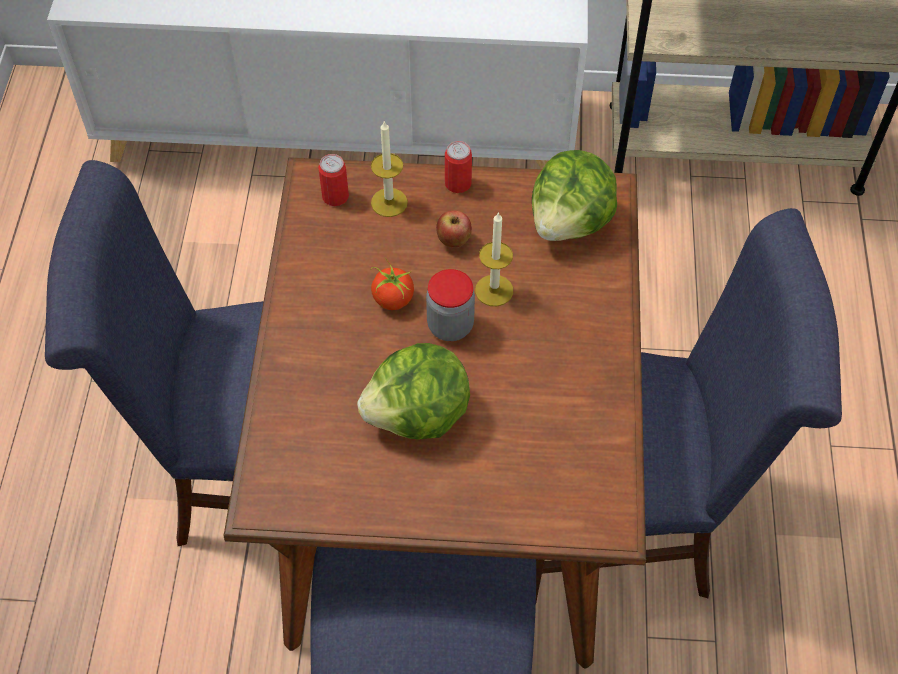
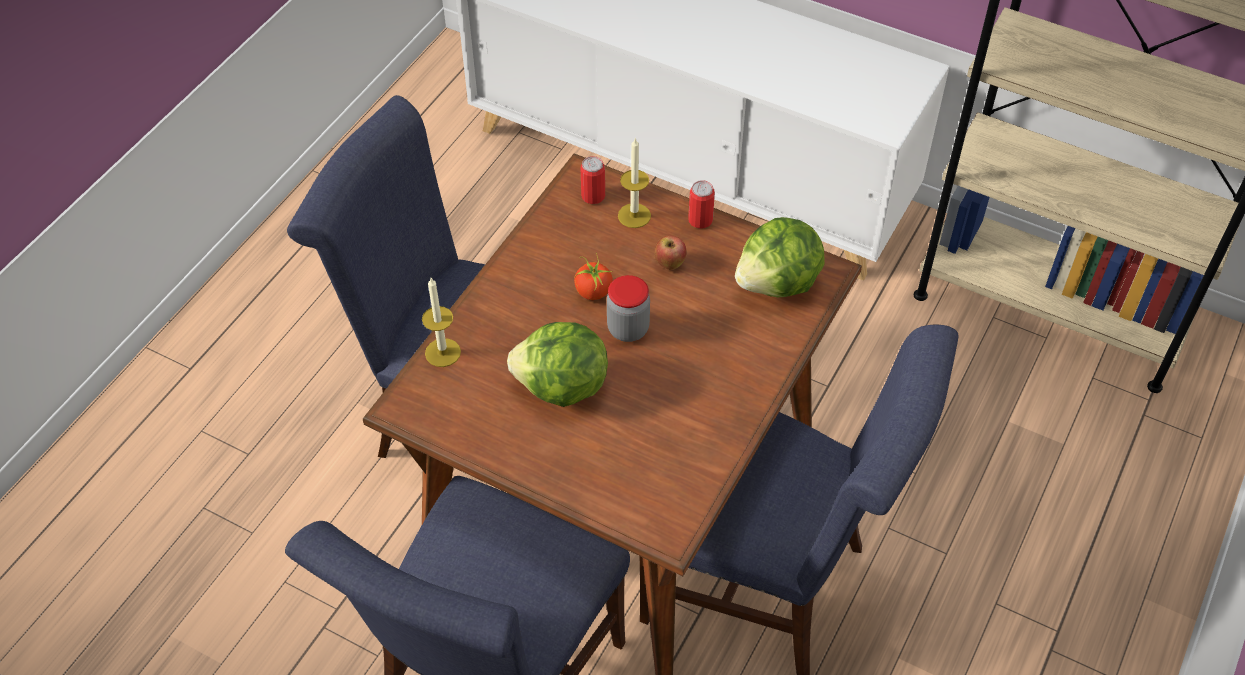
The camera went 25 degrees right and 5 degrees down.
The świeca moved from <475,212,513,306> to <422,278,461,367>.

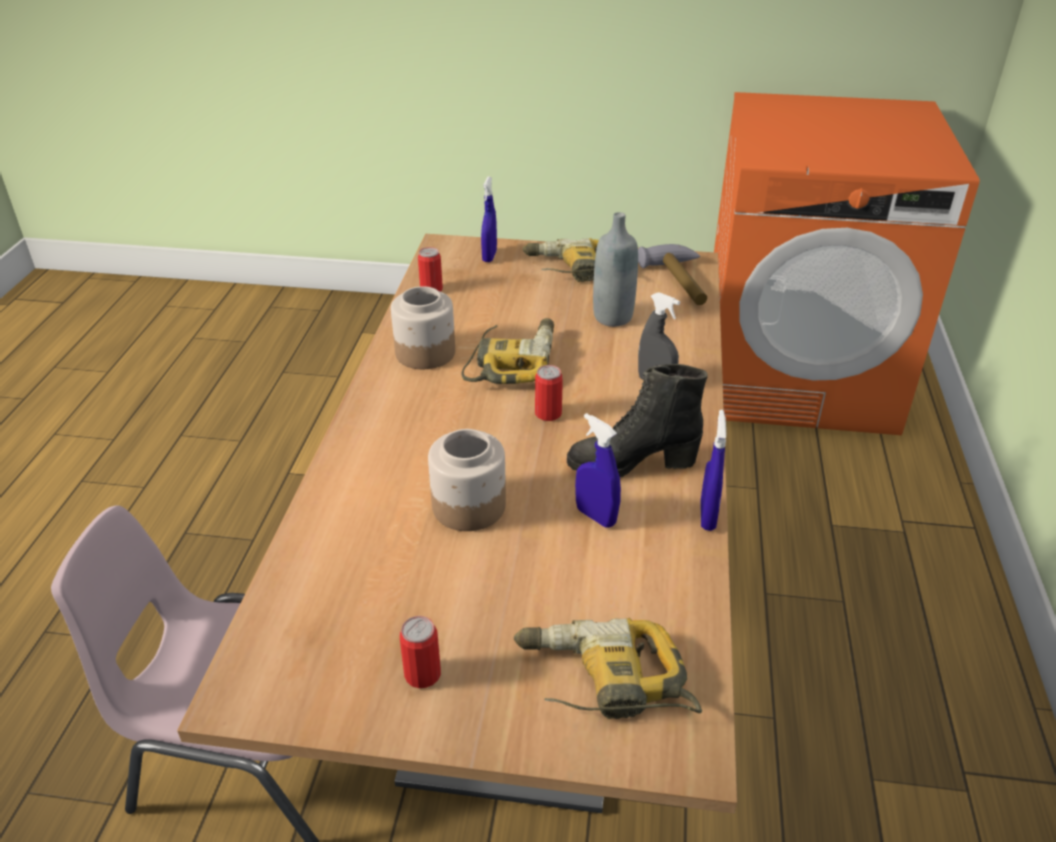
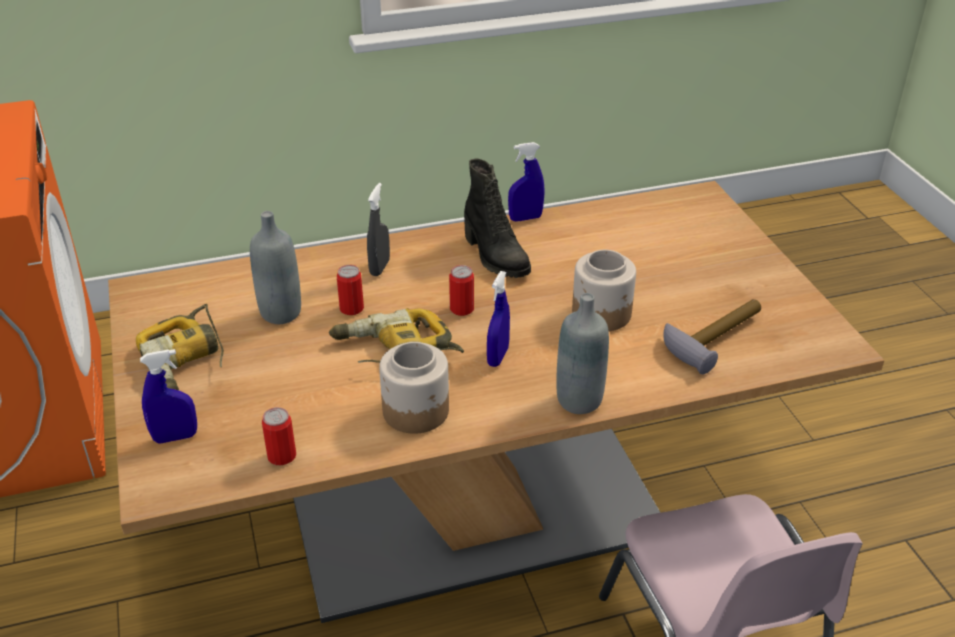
The camera went 115 degrees left and 0 degrees up.
The wiertarka at <514,618,702,719> disappeared.
The butelka (szary) at <556,293,609,414> appeared.
The puszka moved from <400,616,441,688> to <337,265,364,315>.
The spryskiwacz (niebieski) moved from <575,413,621,528> to <487,271,510,367>.
The młotek moved from <638,244,707,305> to <663,299,761,374>.

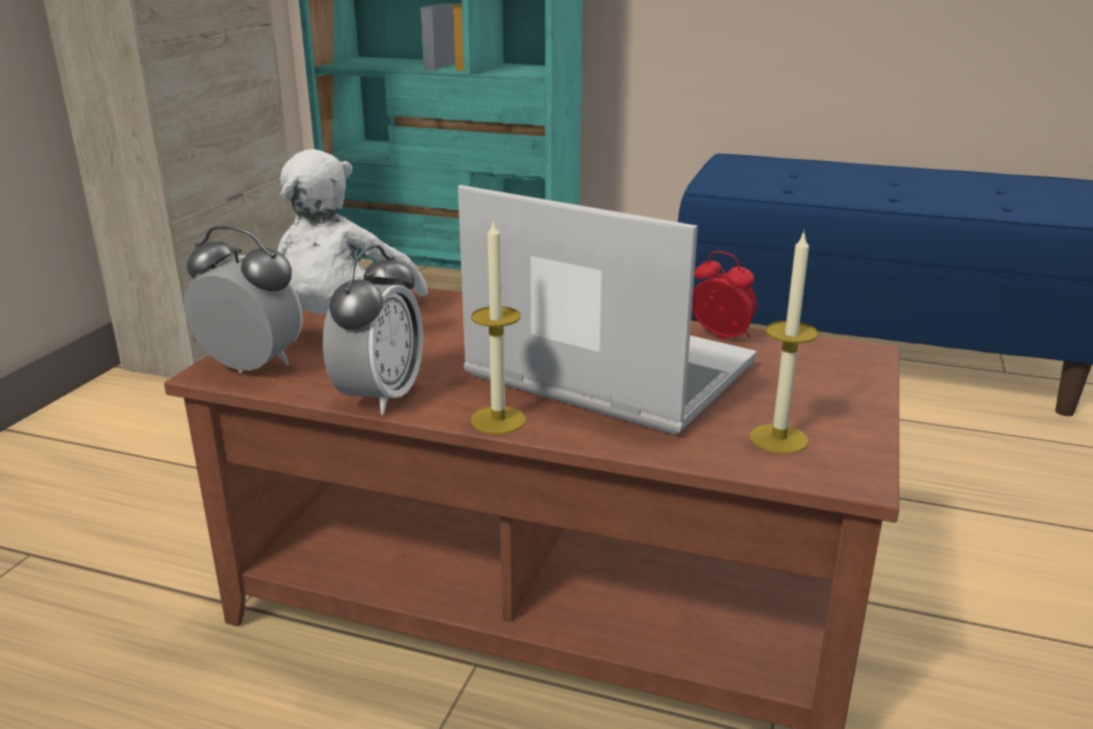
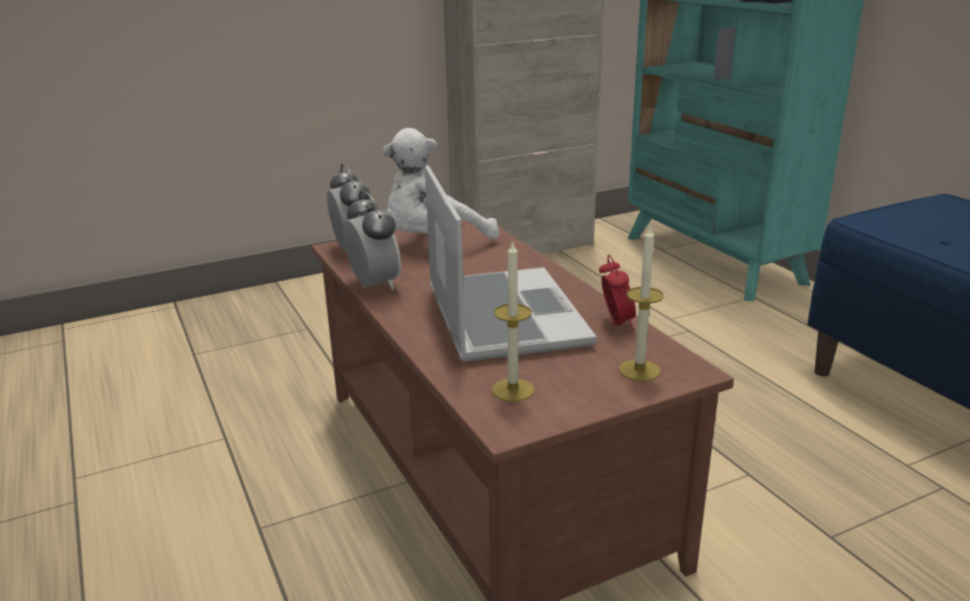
The camera went 45 degrees right and 0 degrees up.
The świeca moved from <471,218,526,434> to <619,227,664,381>.
The budzik at <323,245,423,415> turned 90 degrees counterclockwise.

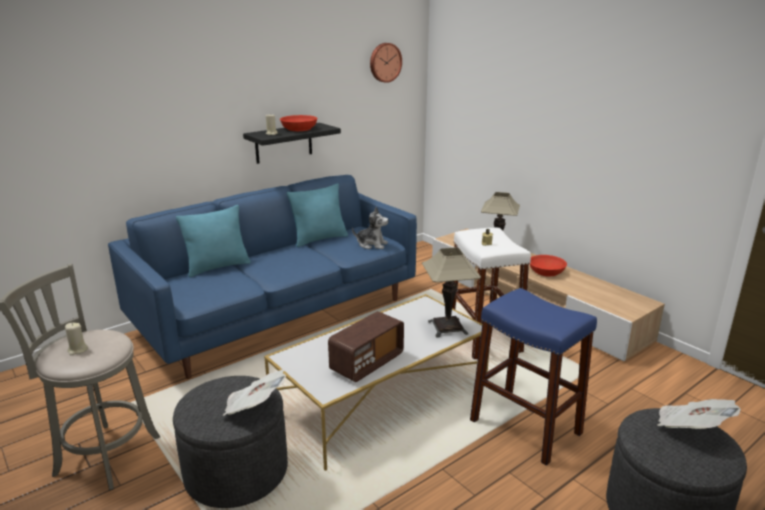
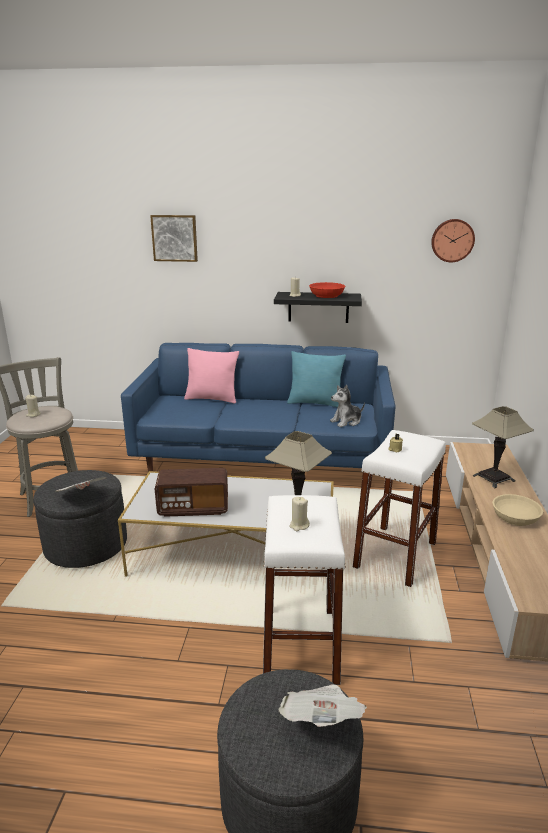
The camera went 45 degrees right and 0 degrees up.
The obraz at <150,215,198,262> appeared.
The świeca (beżowy) at <290,497,310,531> appeared.
The poduszka (turkusowy) at <176,205,251,277> became the poduszka (różowy) at <184,348,239,404>.
The stołek (niebieski) at <470,288,597,466> became the stołek (biały) at <263,495,346,685>.
The miska (czerwony) at <530,255,567,276> became the miska (beżowy) at <492,494,543,526>.
The pluszak at <352,207,389,249> turned 90 degrees clockwise.

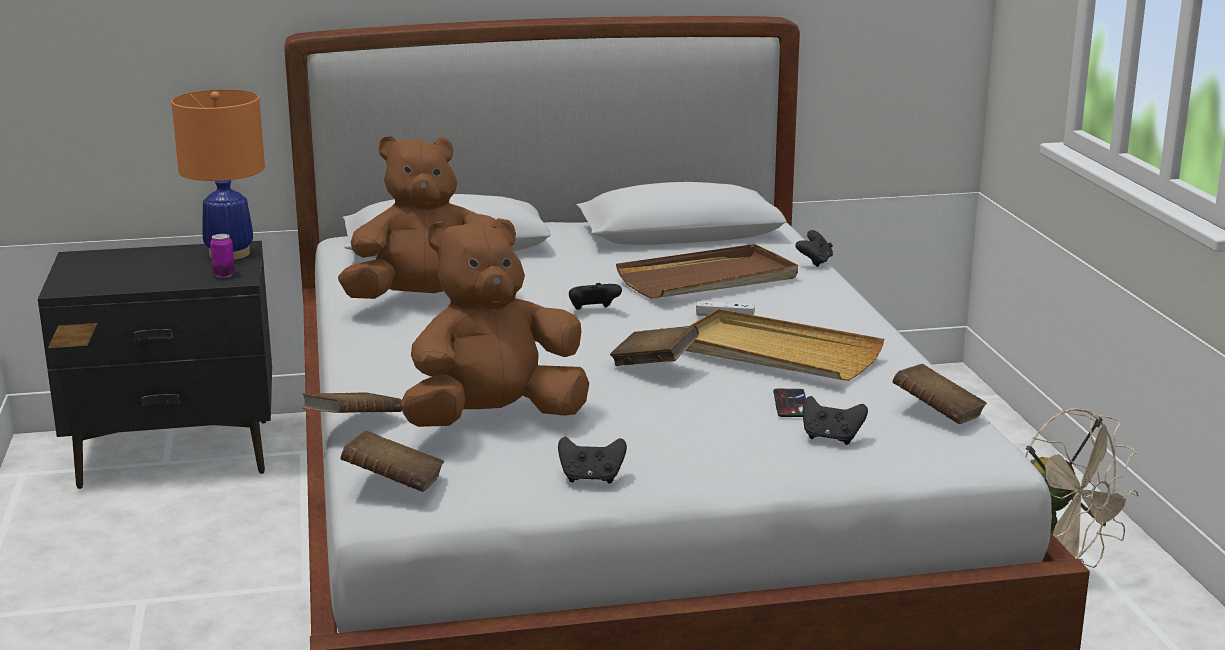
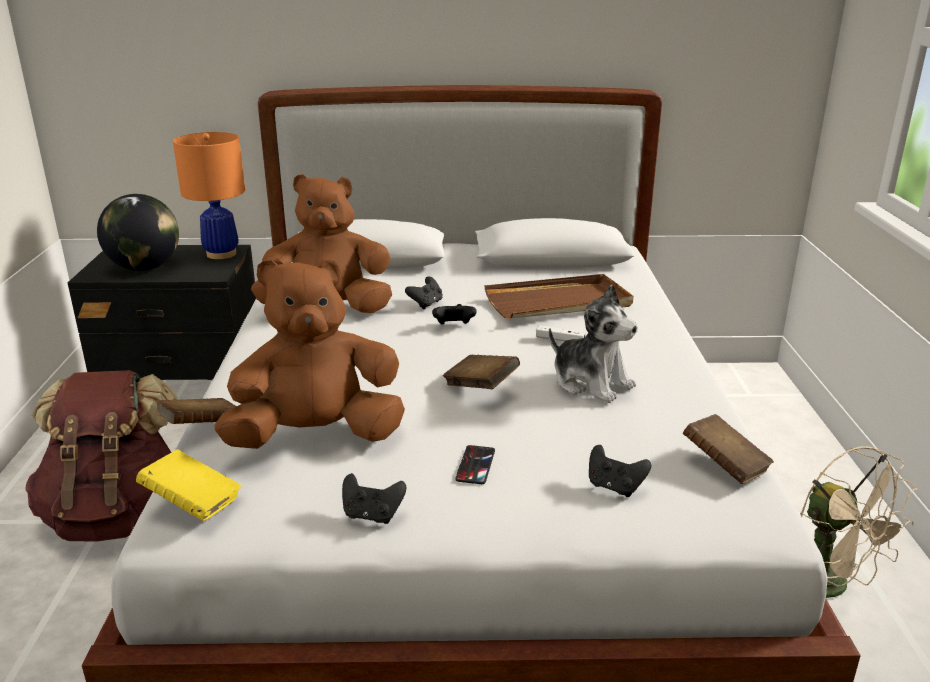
The camera went 10 degrees right and 5 degrees up.
The puszka at <210,234,235,278> disappeared.
The plecak (brązowy) at <25,370,178,541> appeared.
The globus at <97,194,179,271> appeared.
The telefon moved from <773,389,806,417> to <455,445,495,484>.
The pad do gier (czarny) moved from <795,230,833,267> to <405,277,443,309>.
The taca (beżowy) at <685,309,884,381> was replaced by the pluszak at <549,285,638,403>.
The książka (brązowy) at <340,430,444,492> became the książka (żółty) at <136,450,241,521>.

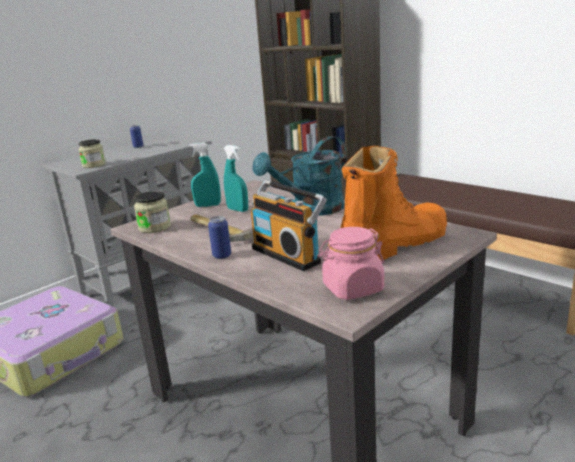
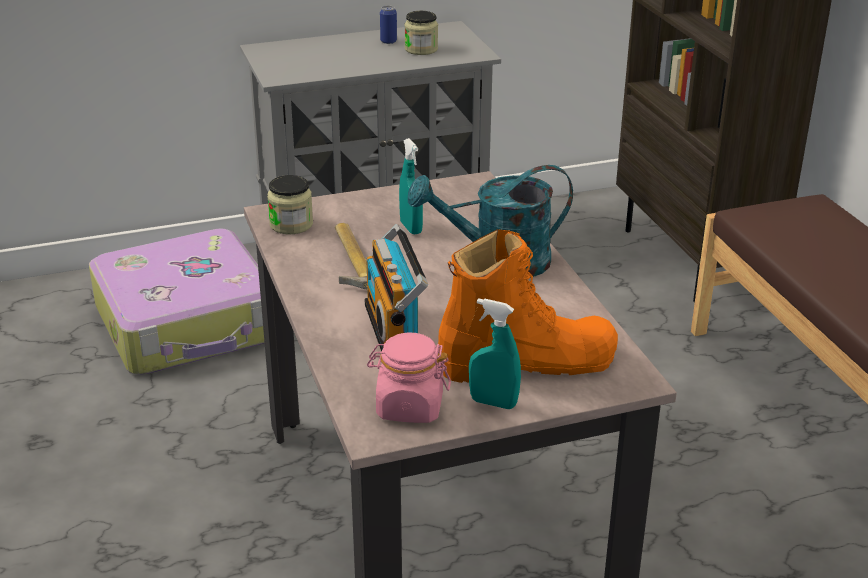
The camera went 25 degrees right and 10 degrees up.
The puszka at <208,216,231,259> disappeared.
The słoik moved from <78,139,106,168> to <404,11,438,55>.
The spryskiwacz (turkusowy) moved from <189,143,221,207> to <469,298,521,409>.

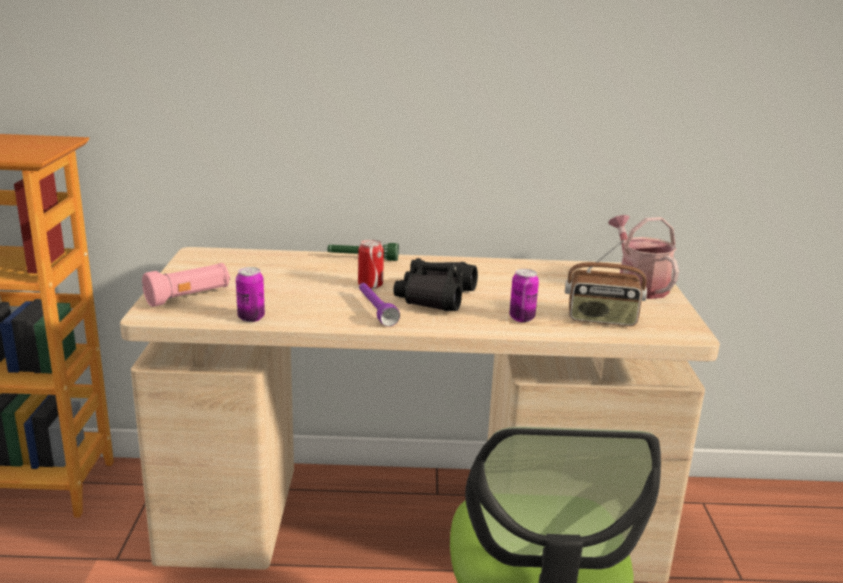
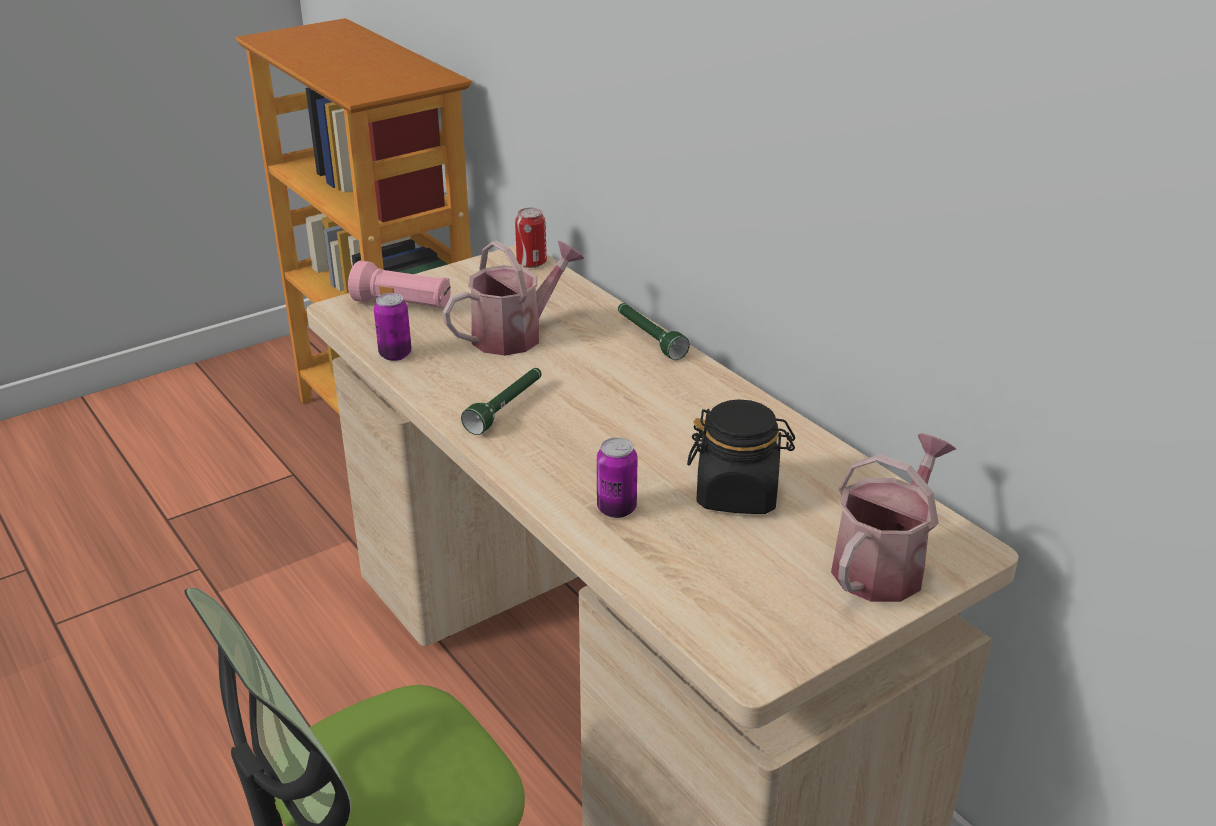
The camera went 55 degrees right and 10 degrees up.
The lornetka (czarny) at <393,258,478,311> disappeared.
The radio at <565,239,647,326> disappeared.
The konewka at <443,240,585,356> appeared.
The słoik (czarny) at <687,399,795,514> appeared.
The puszka moved from <358,239,384,289> to <515,208,547,268>.
The latarka (fioletowy) at <359,283,400,326> became the latarka (zielony) at <461,368,542,435>.

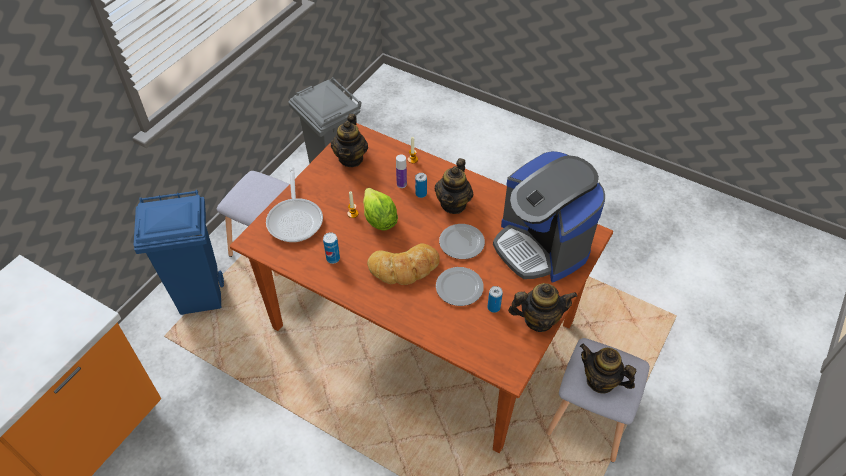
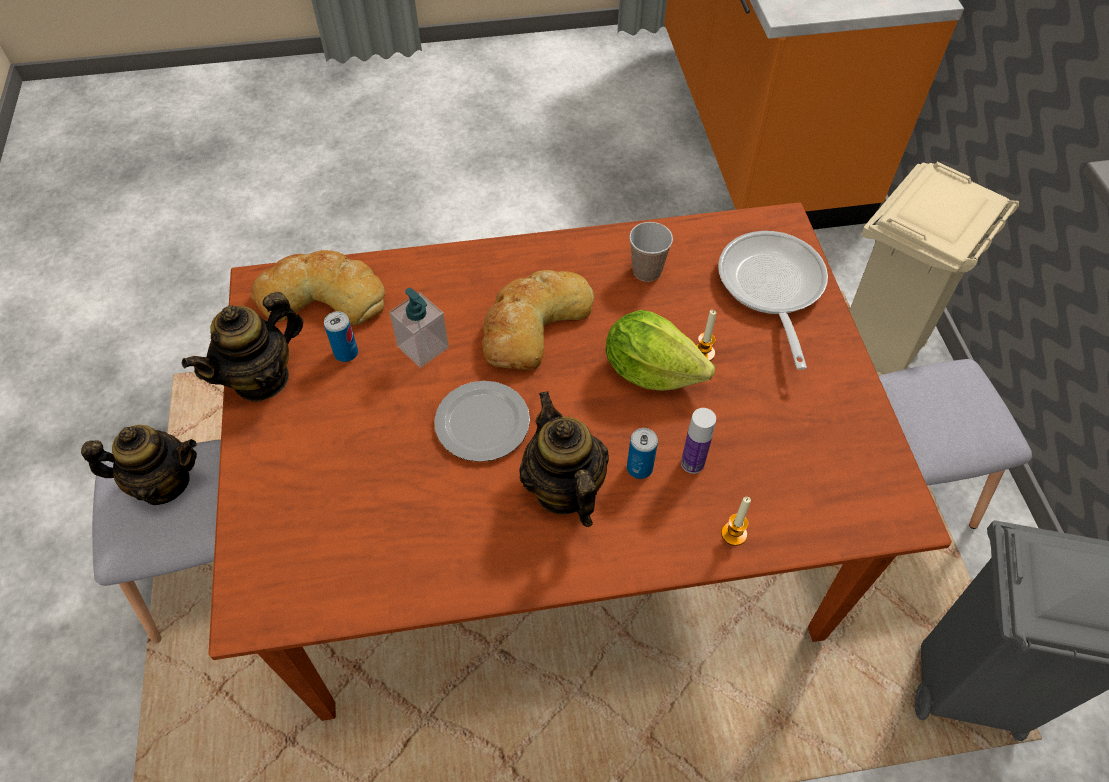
The camera went 140 degrees right and 5 degrees up.
The imbryk at <331,114,368,167> disappeared.
The ekspres do kawy at <493,151,605,283> disappeared.
The chleb at <251,250,385,325> appeared.
The puszka at <323,232,340,264> was replaced by the filiżanka at <629,222,673,282>.
The talerz at <436,267,484,306> was replaced by the dozownik mydła at <389,288,449,368>.
The kosz na śmieci (niebieski) at <134,190,224,315> became the kosz na śmieci (beżowy) at <849,162,1019,376>.
The patelnia at <266,167,323,242> turned 45 degrees clockwise.

